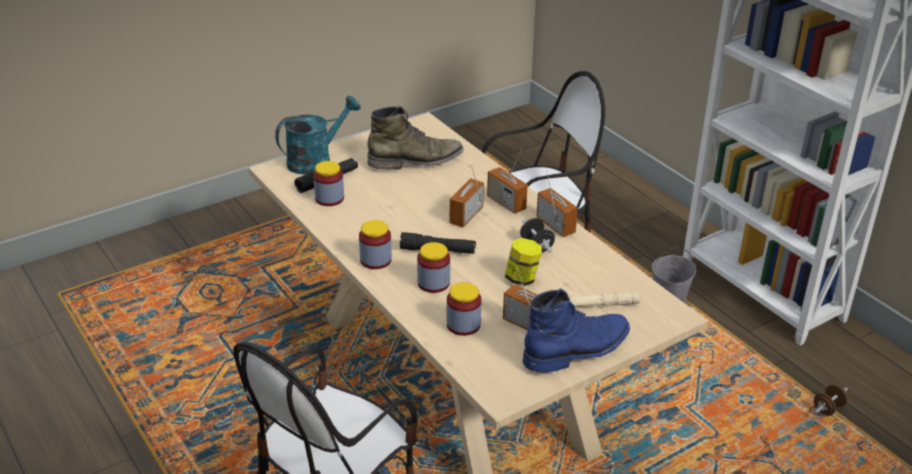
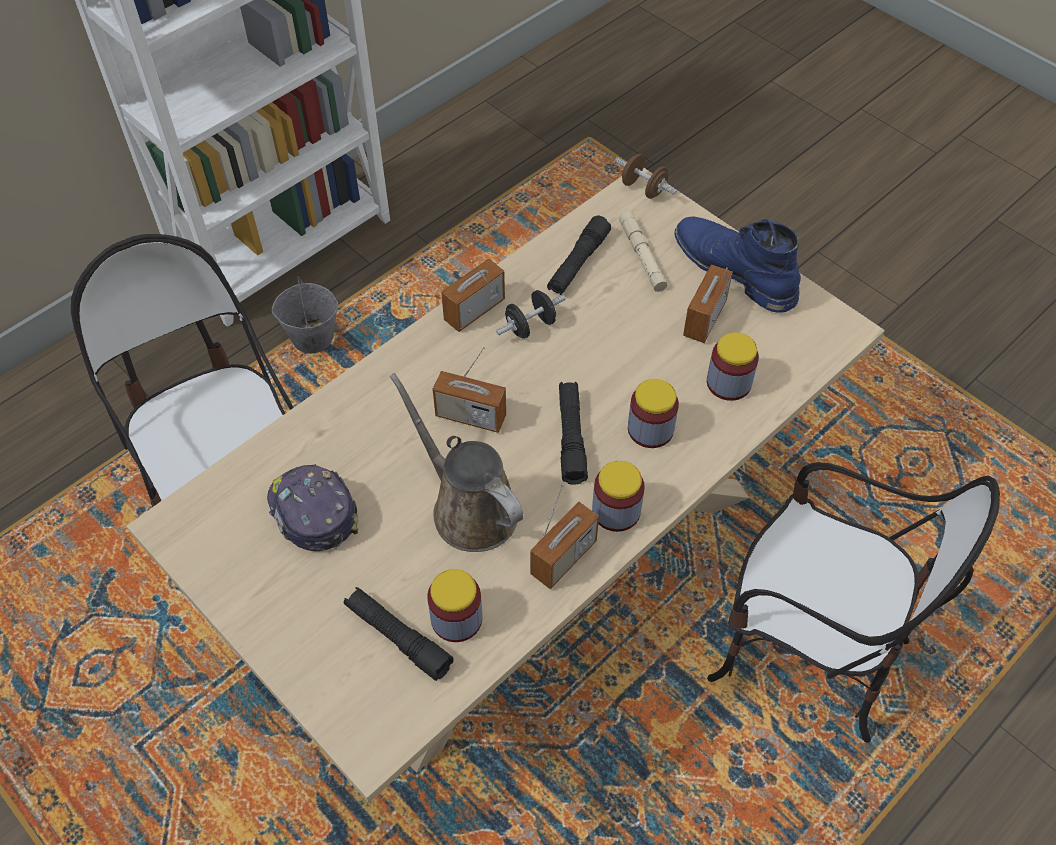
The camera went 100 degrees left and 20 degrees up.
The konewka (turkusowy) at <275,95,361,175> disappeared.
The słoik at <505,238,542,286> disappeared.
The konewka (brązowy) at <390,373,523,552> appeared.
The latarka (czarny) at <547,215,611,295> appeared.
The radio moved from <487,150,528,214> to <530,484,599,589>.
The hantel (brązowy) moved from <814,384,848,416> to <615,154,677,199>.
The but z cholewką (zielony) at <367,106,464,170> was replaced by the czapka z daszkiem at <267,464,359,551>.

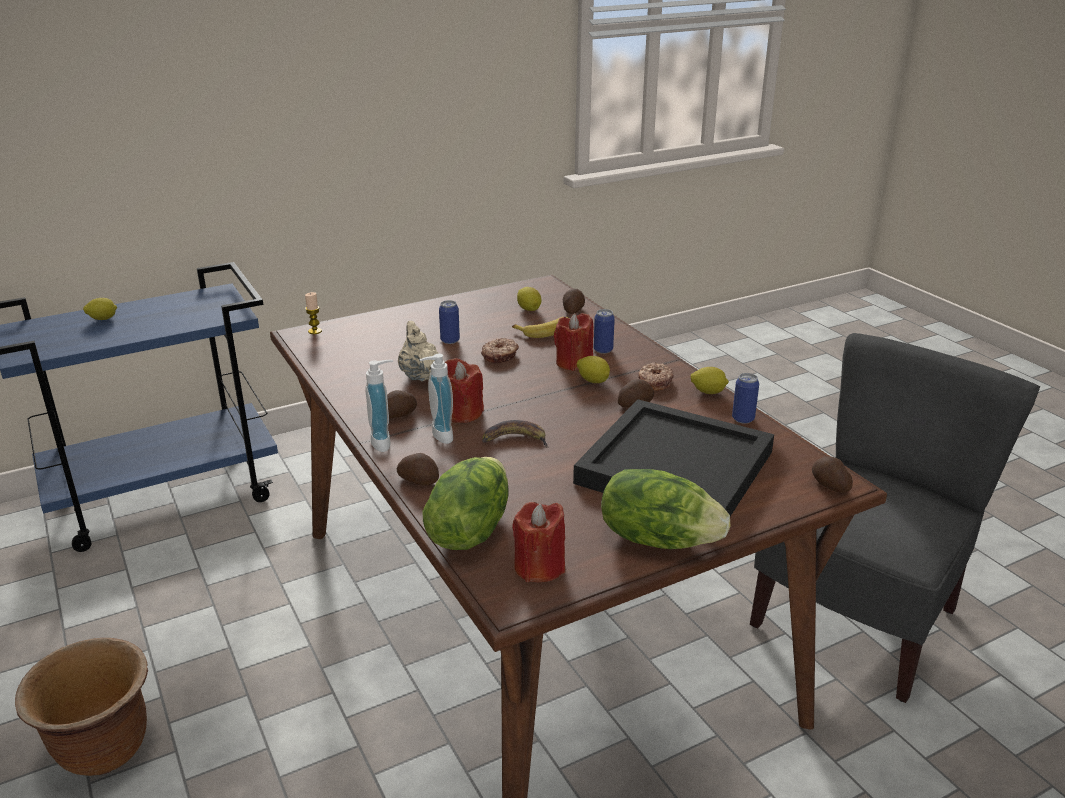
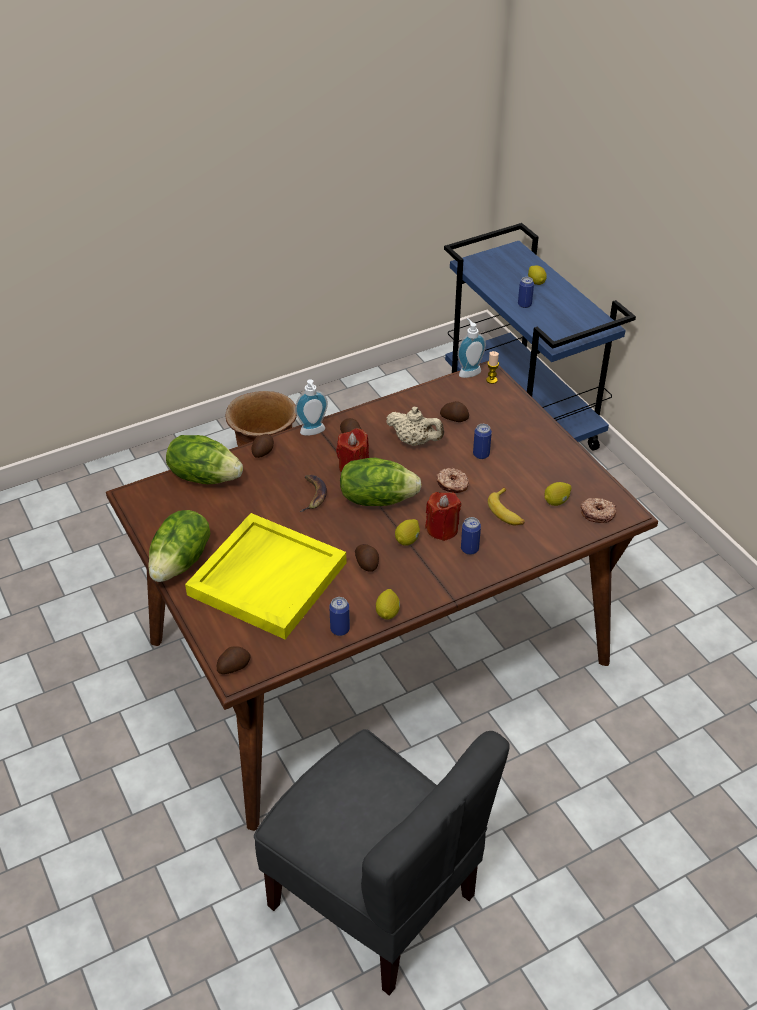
The camera went 90 degrees right and 15 degrees up.
The świeca (czerwony) at <512,502,565,582> disappeared.
The sałata at <340,458,422,506> appeared.
The puszka at <518,277,534,308> appeared.
The dozownik mydła moved from <420,354,453,444> to <457,318,486,378>.
The ziemniak moved from <563,289,585,314> to <440,401,469,422>.
The donut moved from <638,363,674,391> to <580,498,616,523>.
The taca (czarny) at <573,399,774,516> became the taca (żółty) at <185,513,347,639>.
The imbryk (beżowy) at <398,321,439,381> turned 45 degrees clockwise.

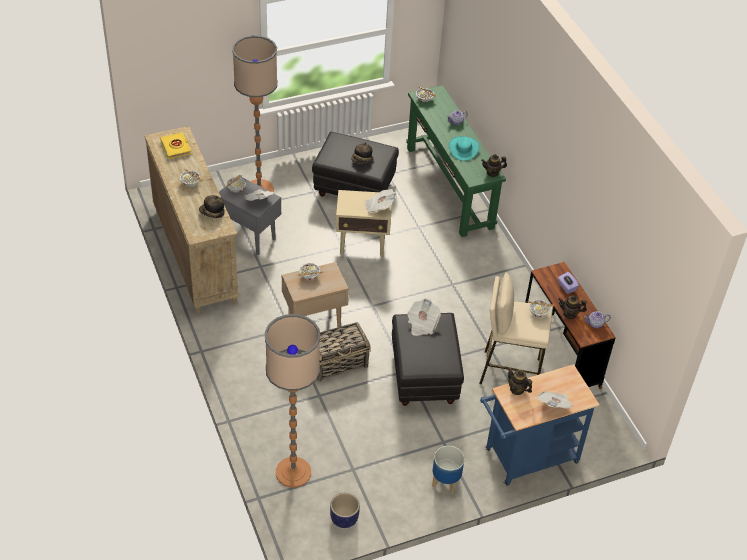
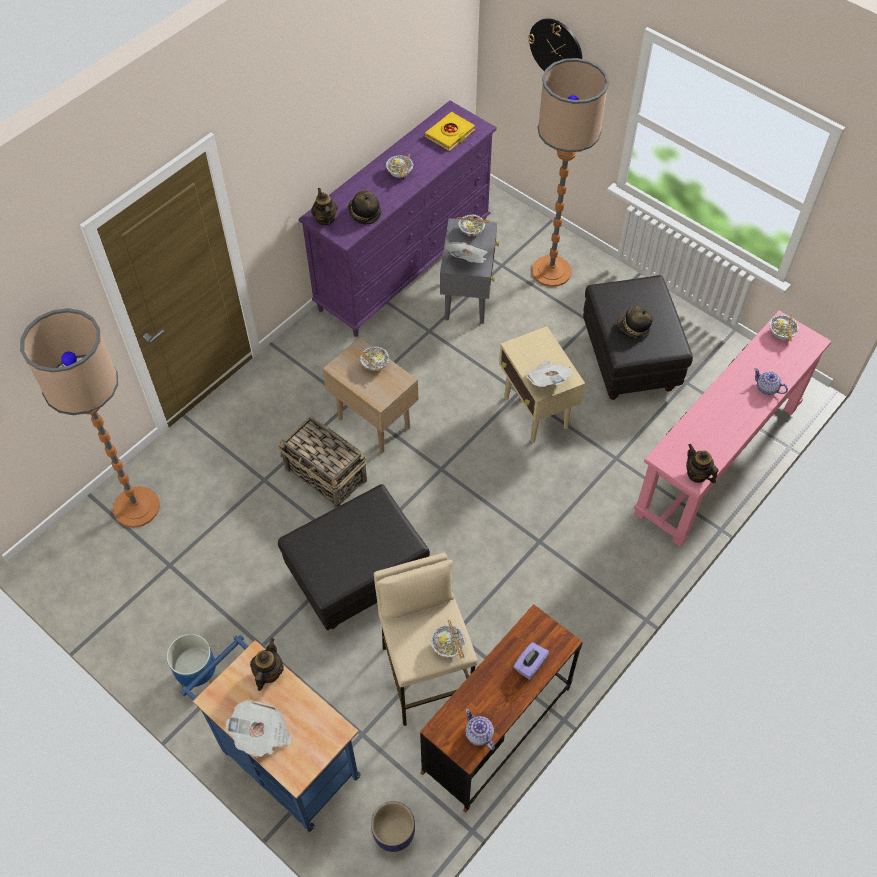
The camera went 65 degrees right and 10 degrees up.
The gazeta at <407,299,441,336> disappeared.
The kapelusz (turkusowy) at <449,136,479,161> disappeared.
The zegar ścienny at <528,18,582,72> appeared.
The donica moved from <330,493,360,528> to <371,801,415,852>.
The imbryk moved from <558,295,587,319> to <311,188,338,226>.
The komoda (beżowy) at <145,126,240,314> became the komoda (fioletowy) at <299,101,497,337>.
The stolik konsolowy (zielony) at <406,85,506,237> became the stolik konsolowy (różowy) at <634,310,831,547>.

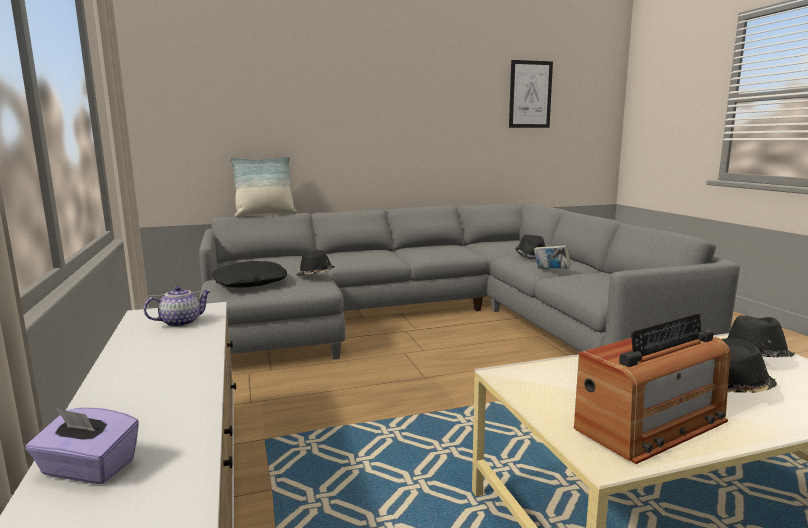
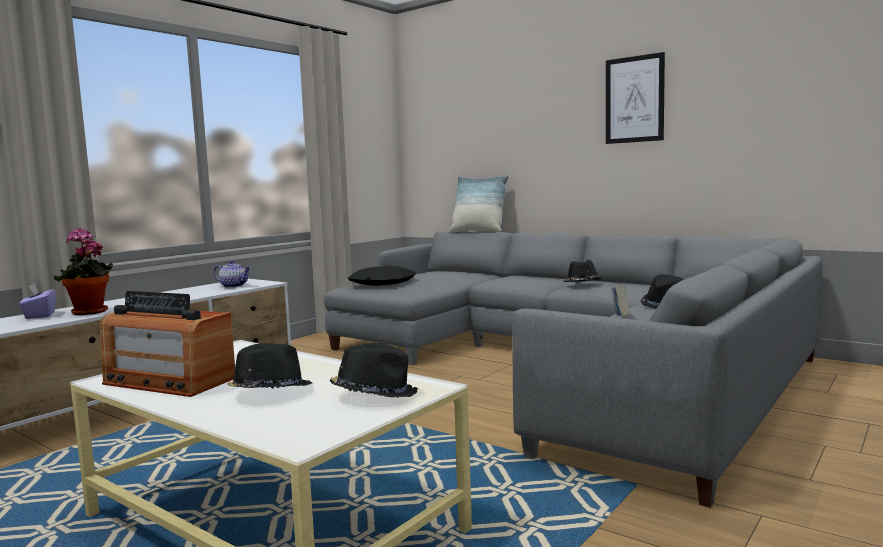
The camera went 55 degrees right and 5 degrees down.
The roślina doniczkowa at <54,228,114,315> appeared.
The kapelusz (czarny) moved from <297,250,334,276> to <563,260,601,282>.
The obraz moved from <509,60,553,128> to <606,52,665,144>.

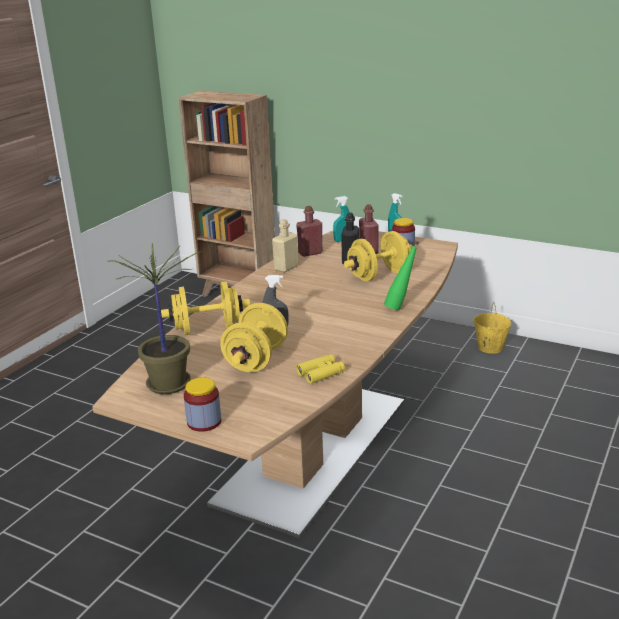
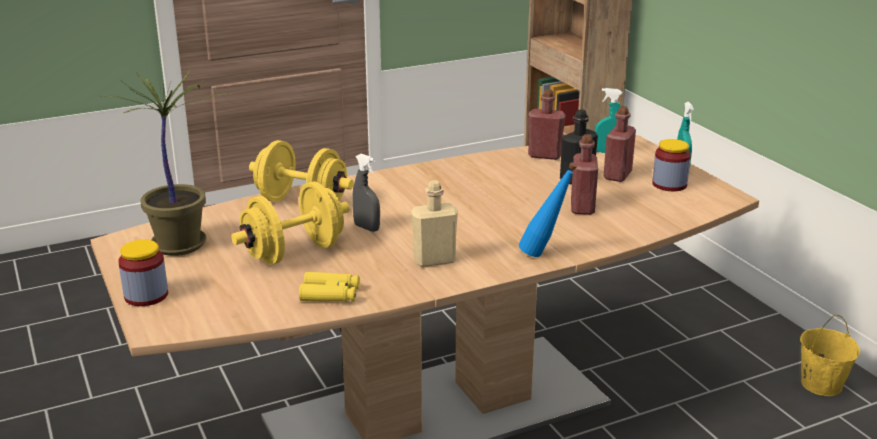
The camera went 35 degrees right and 0 degrees up.
The butelka (beżowy) moved from <272,219,298,272> to <411,180,458,267>.
The hantel (żółty) at <344,231,413,281> was replaced by the butelka (czerwony) at <571,134,598,215>.
The butelka (zielony) at <384,240,419,310> became the butelka (niebieski) at <519,162,577,257>.

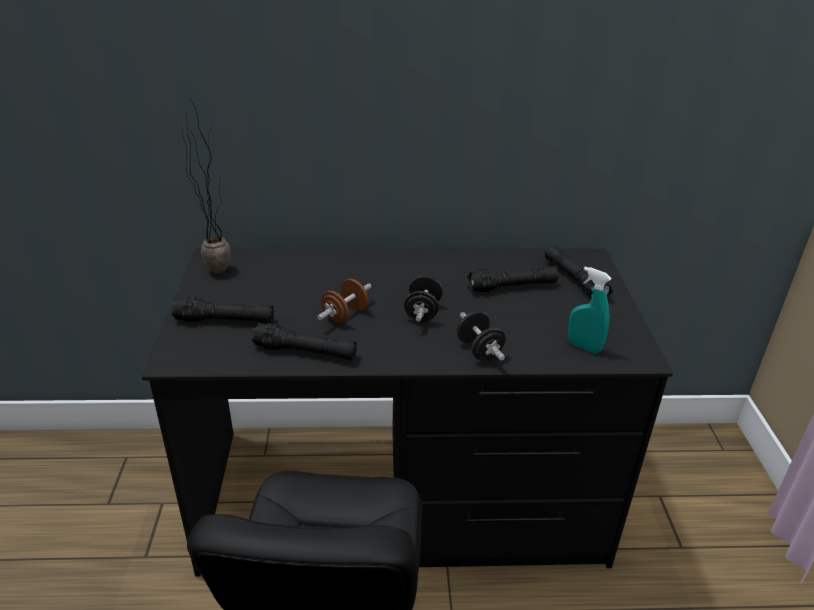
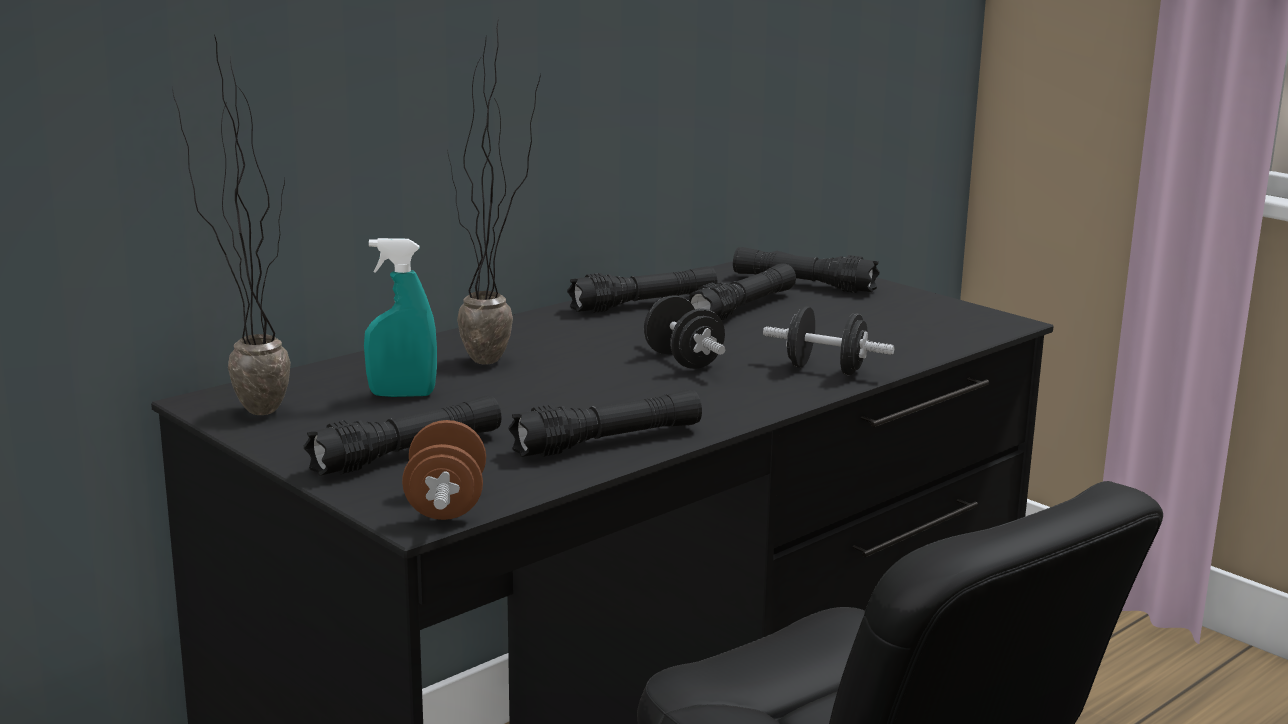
The camera went 40 degrees left and 15 degrees down.
The roślina doniczkowa at <448,18,541,365> appeared.
The latarka (czarny) at <567,266,718,313> appeared.
The hantel (brązowy) moved from <317,279,372,323> to <402,420,486,520>.
The spryskiwacz (turkusowy) moved from <568,267,612,353> to <364,238,437,397>.

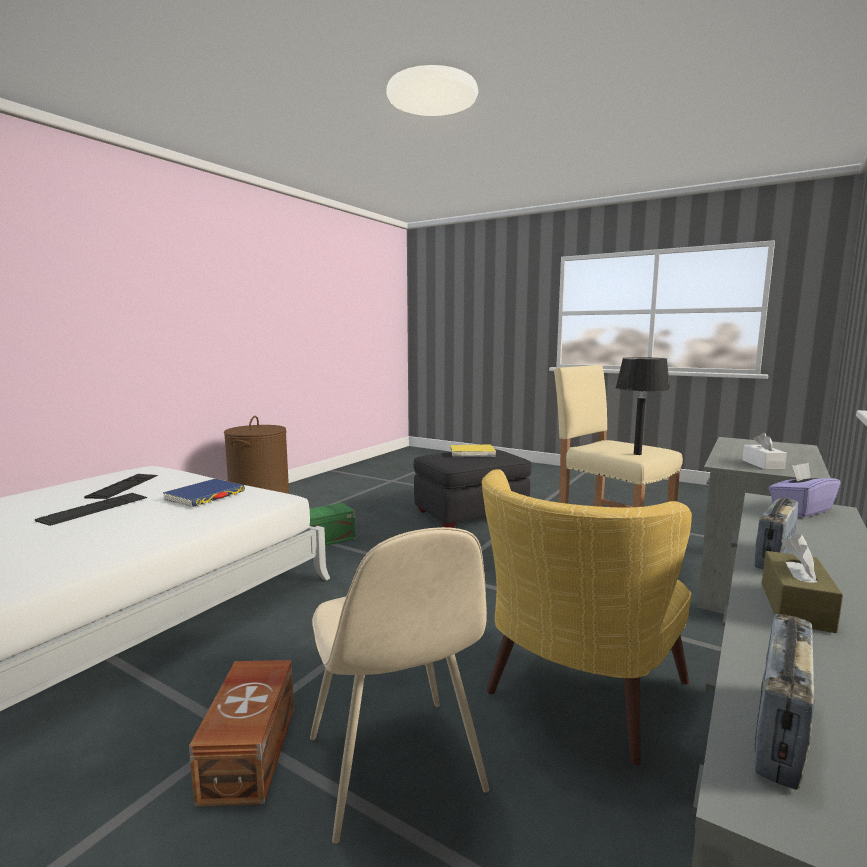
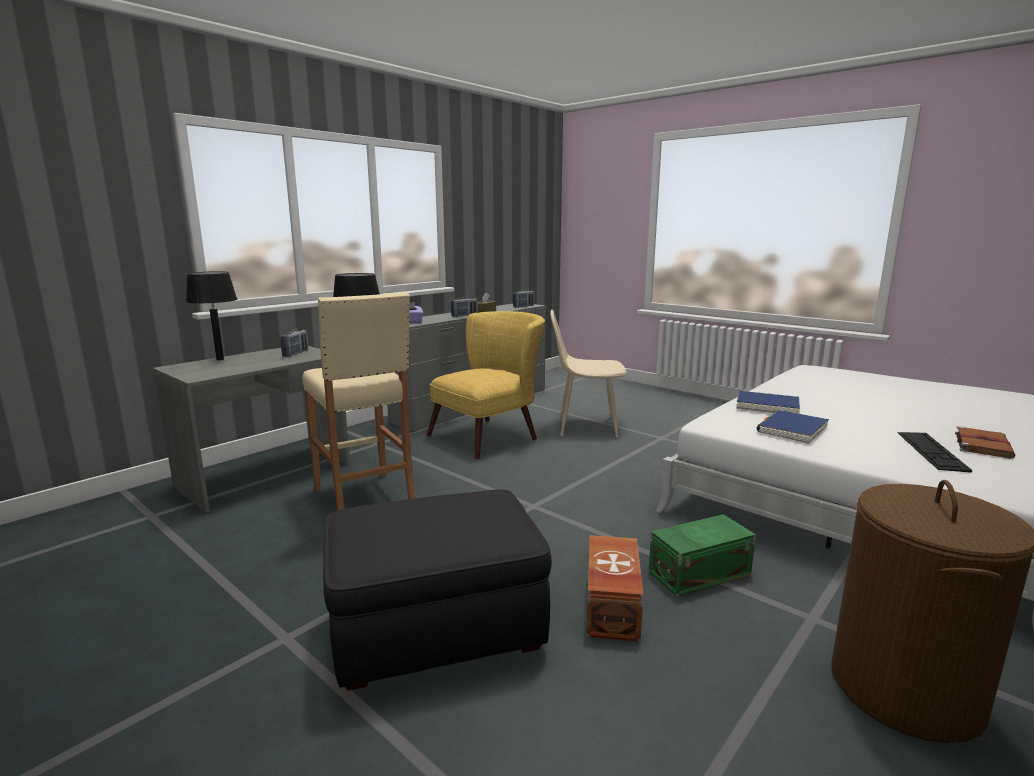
The camera went 170 degrees left and 5 degrees up.
The klawiatura at <35,493,147,526> disappeared.
The książka (żółty) at <450,445,496,457> disappeared.
The lampa stołowa (czarny) at <186,271,237,361> appeared.
The książka (niebieski) at <736,391,800,414> appeared.
The książka (brązowy) at <955,426,1016,459> appeared.
The pojemnik do przechowywania (brązowy) moved from <189,660,294,807> to <586,535,644,641>.
The pudełko chusteczek (biały) at <742,433,787,469> was replaced by the radio at <280,329,308,357>.
The krzesło (beżowy) at <310,527,489,844> turned 75 degrees counterclockwise.

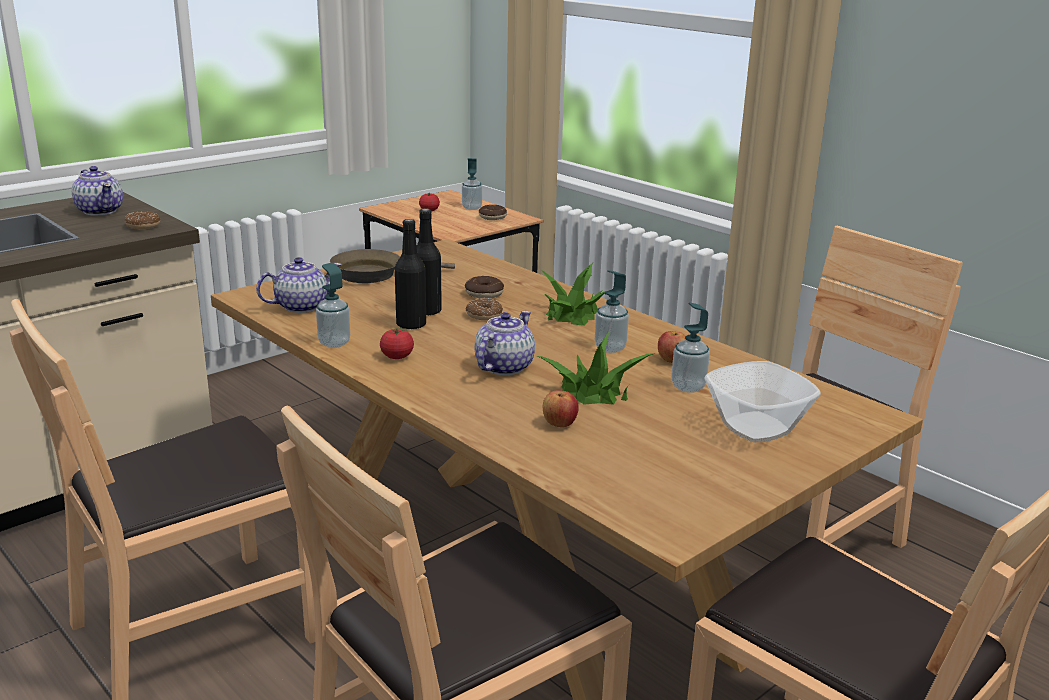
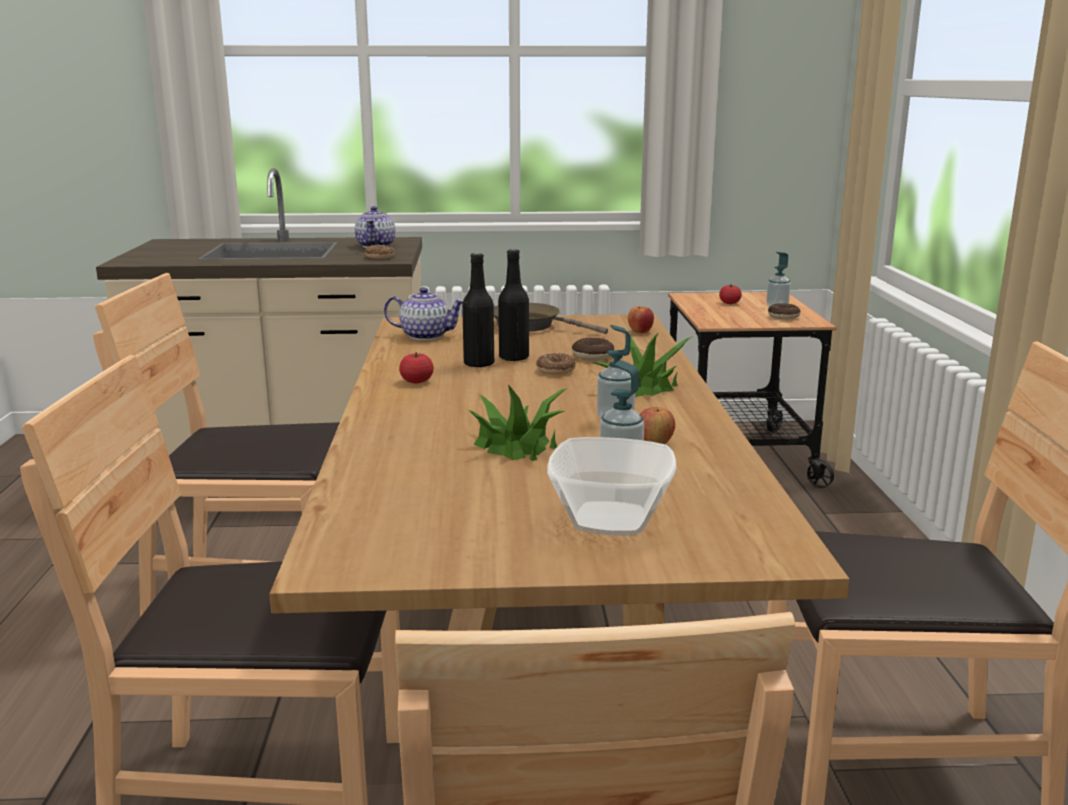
The camera went 40 degrees right and 5 degrees down.
The dozownik mydła at <316,263,350,348> disappeared.
The imbryk at <475,311,535,375> disappeared.
The jabłko moved from <543,390,579,427> to <628,306,654,333>.

